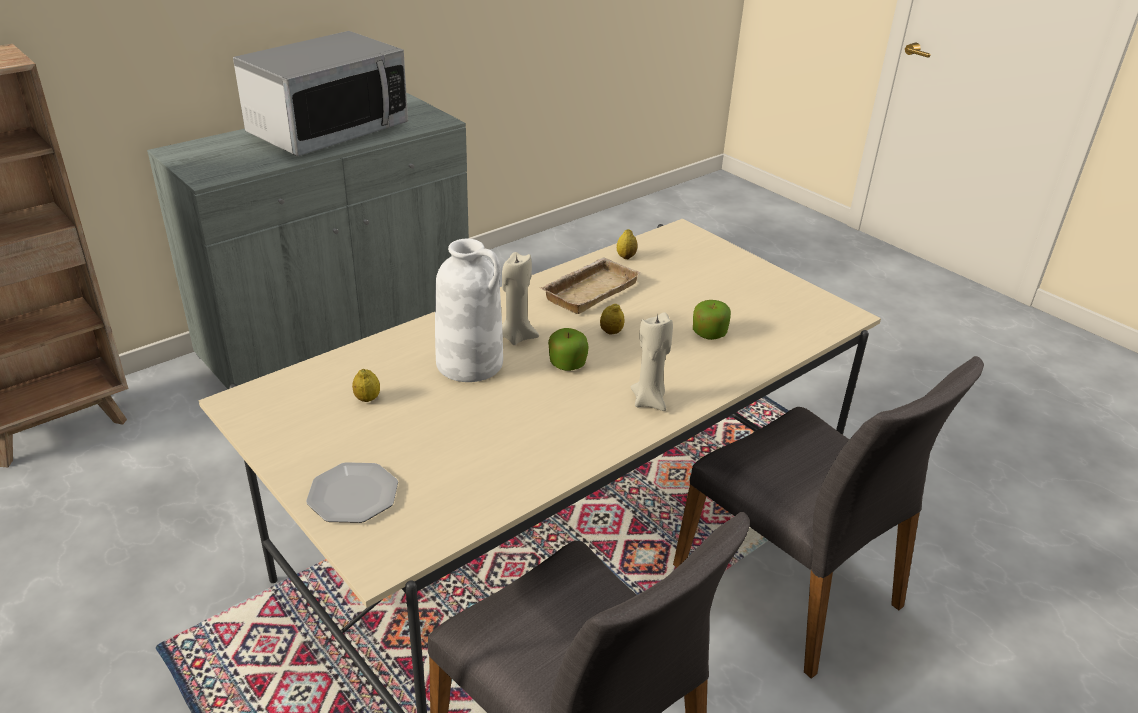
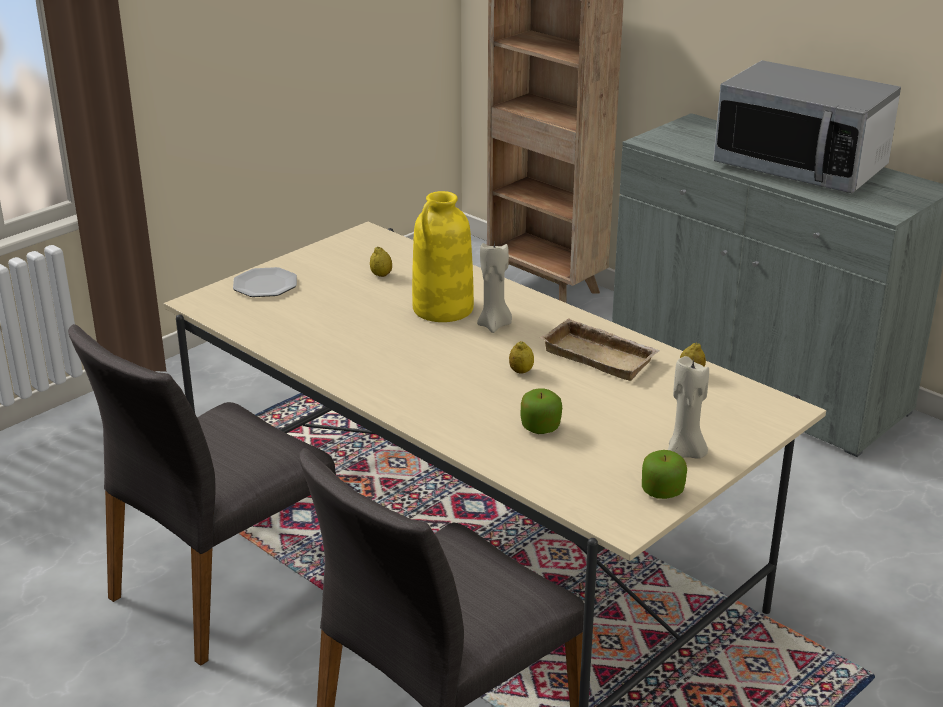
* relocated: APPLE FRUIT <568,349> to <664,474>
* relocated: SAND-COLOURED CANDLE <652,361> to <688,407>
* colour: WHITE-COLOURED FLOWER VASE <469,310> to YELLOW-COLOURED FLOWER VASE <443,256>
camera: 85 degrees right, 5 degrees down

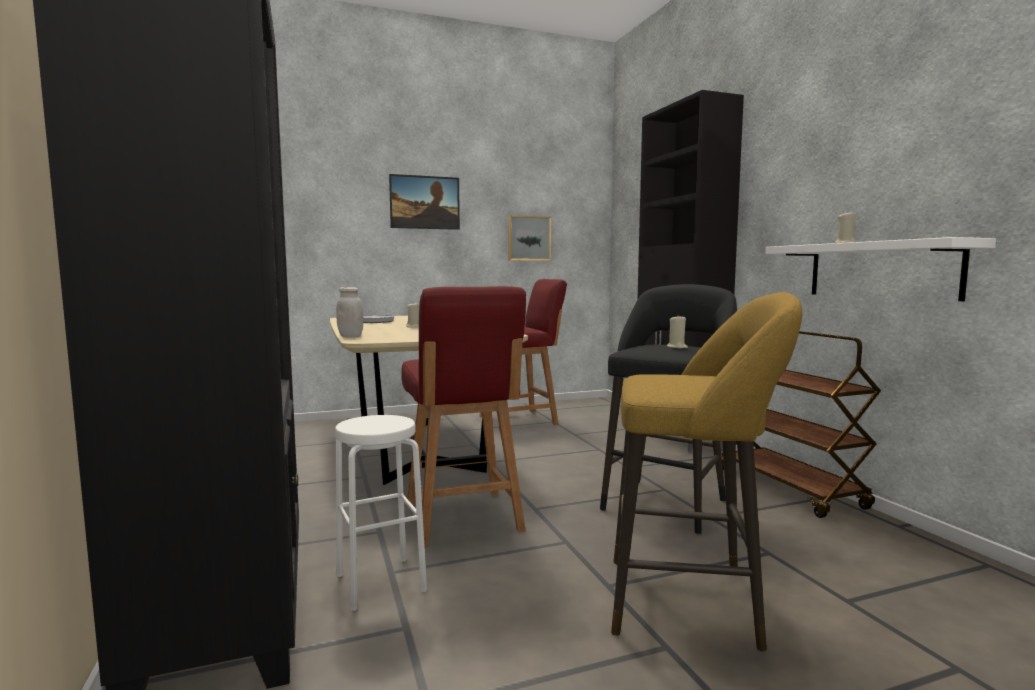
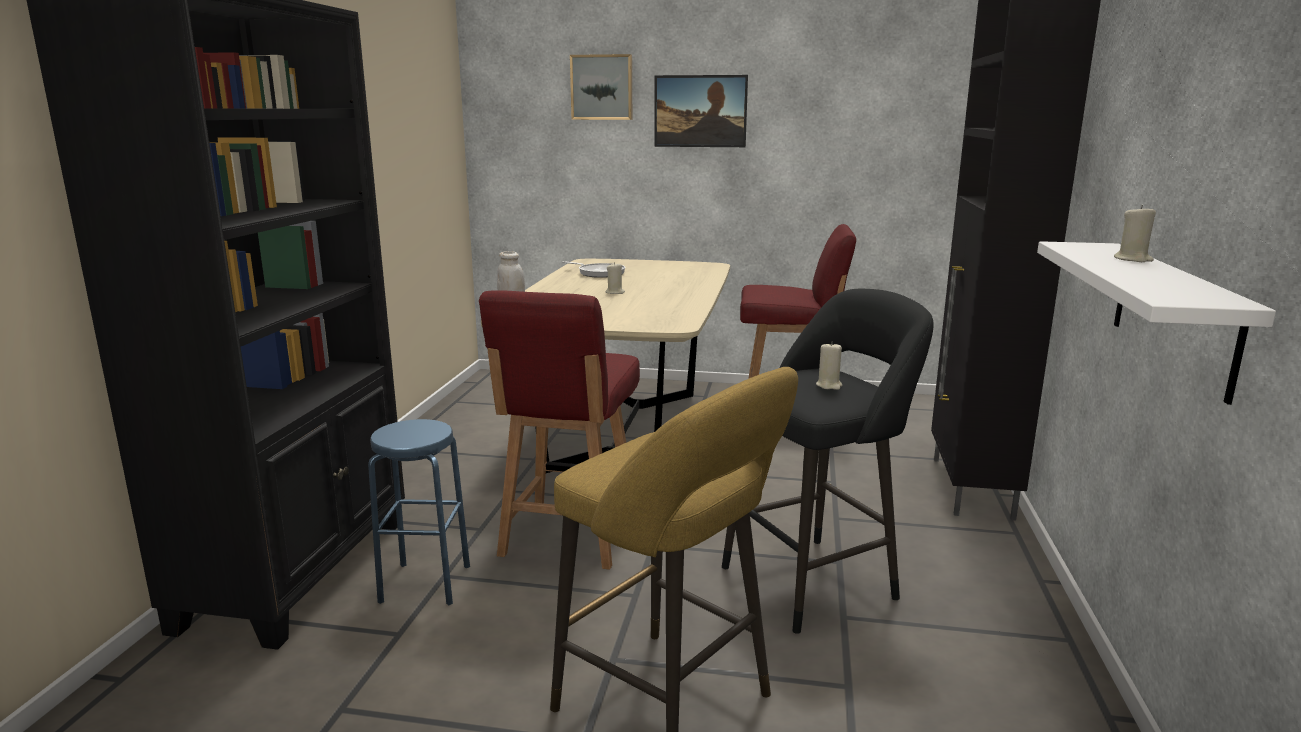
* missing: BROWN-COLOURED WHEELED CART <801,424>
* relocated: WALL PICTURE <529,238> to <601,87>
* colour: WHITE-COLOURED STOOL <381,513> to BLUE-COLOURED STOOL <419,512>
camera: 30 degrees right, 10 degrees up

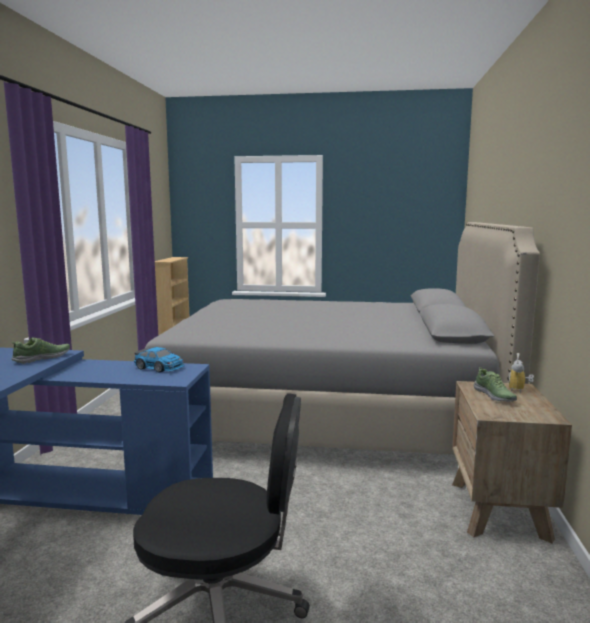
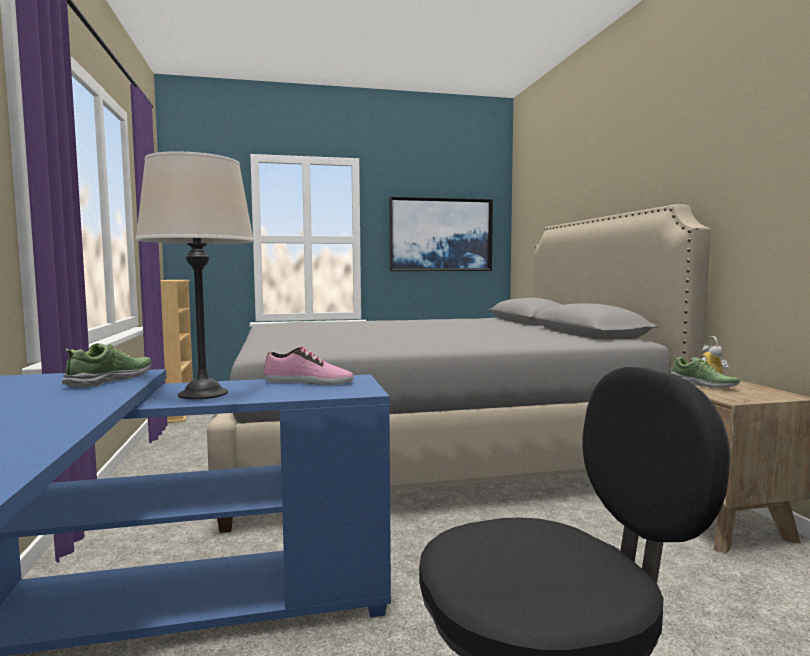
* appeared: SAND-COLOURED TABLETOP LAMP <194,275>
* appeared: WALL PICTURE <441,234>
* exchanged: MODEL CAR <159,360> to LOW SHOE <309,366>
camera: 20 degrees left, 5 degrees down

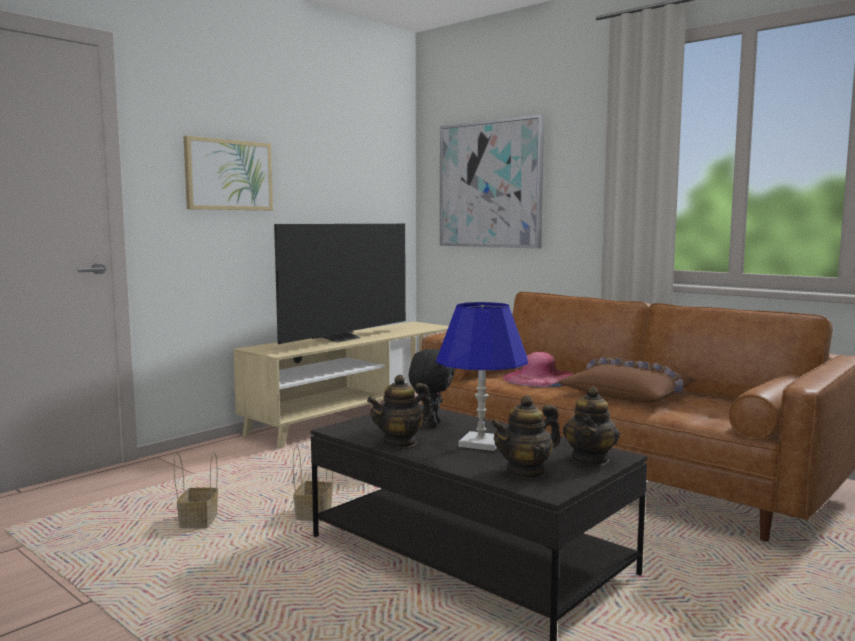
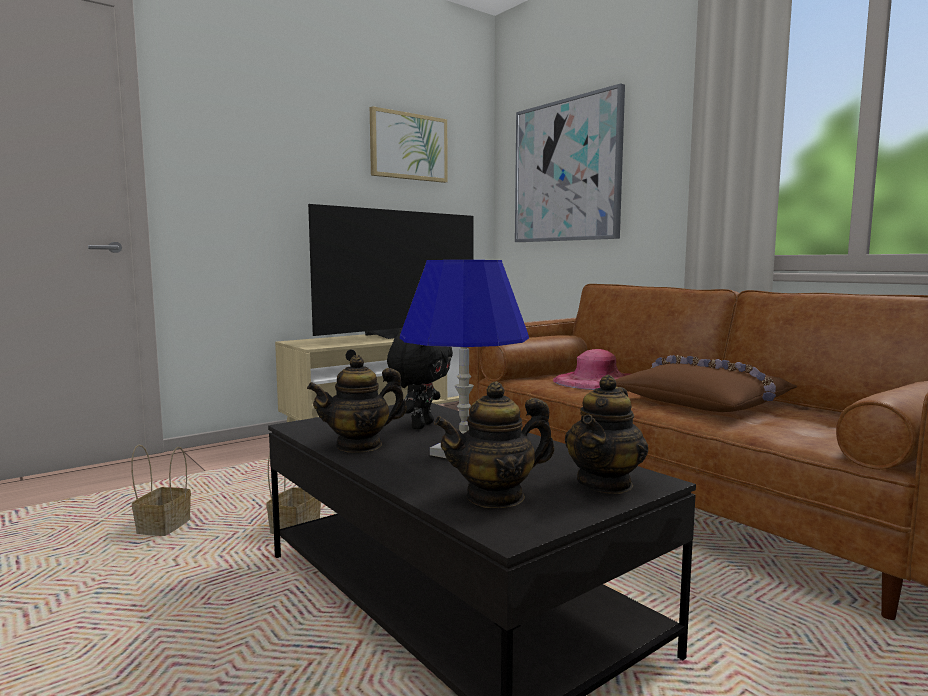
* relocated: WALL PICTURE <228,173> to <409,144>
camera: 10 degrees right, 0 degrees up

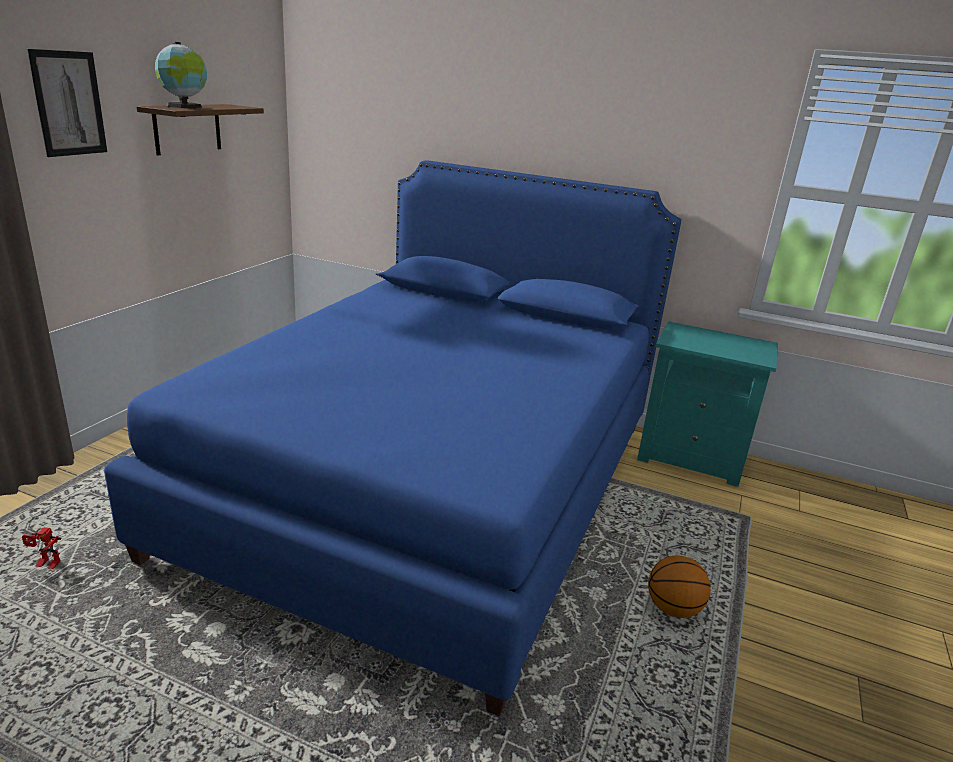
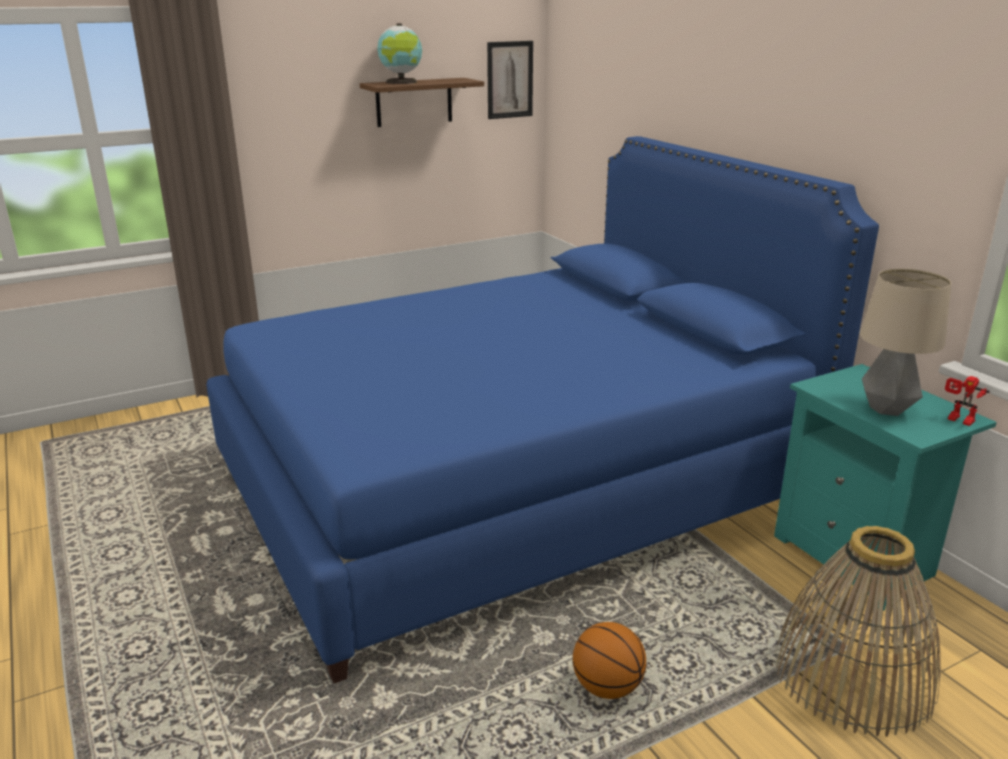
* appeared: BASKET <858,631>
* appeared: TABLETOP LAMP <905,342>
* relocated: TOY ROBOT <41,548> to <967,401>
* relocated: WALL PICTURE <67,103> to <510,80>
camera: 40 degrees right, 0 degrees up

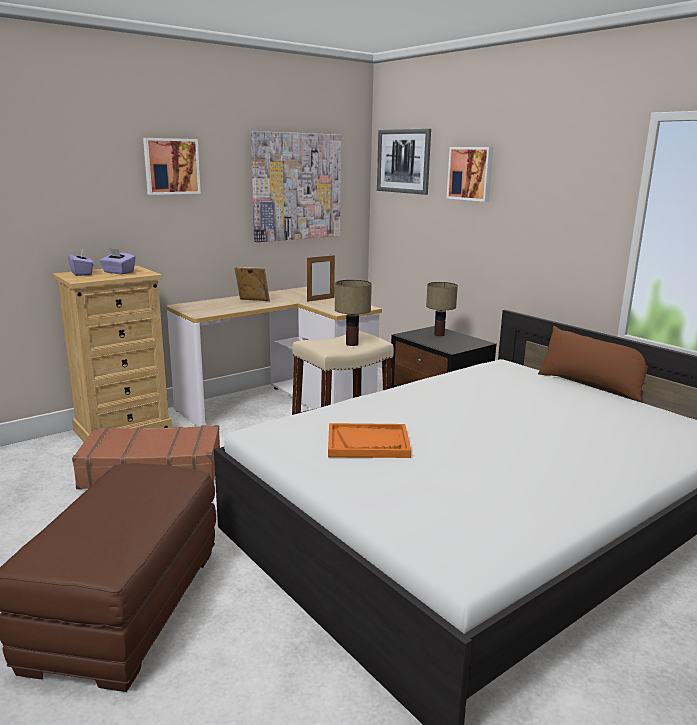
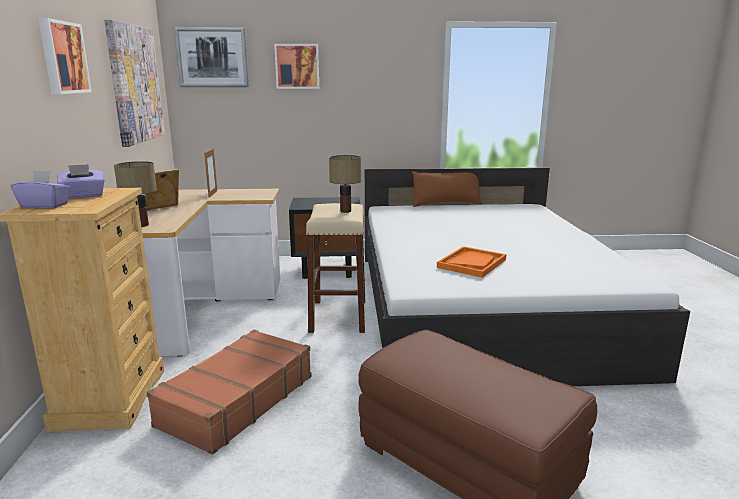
* relocated: TABLETOP LAMP <442,309> to <135,194>
camera: 55 degrees left, 0 degrees up

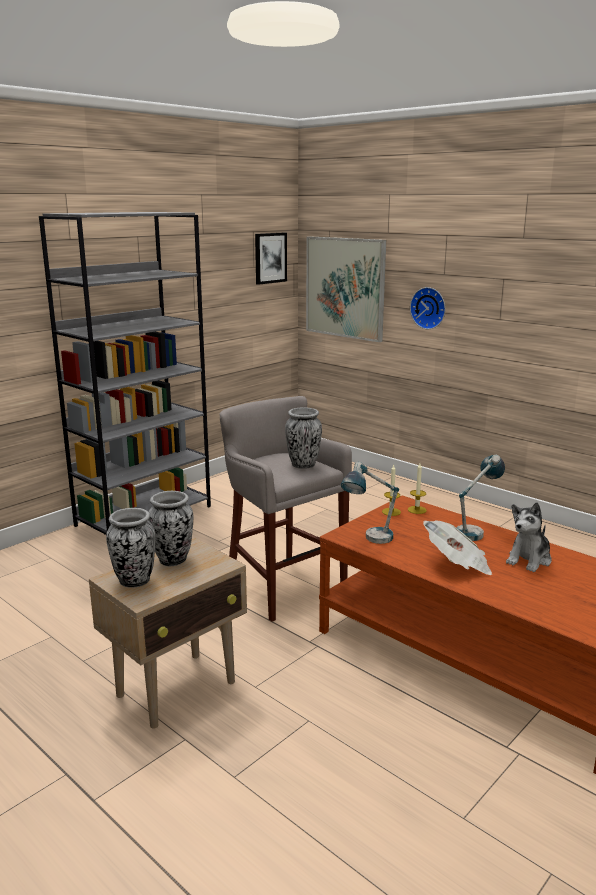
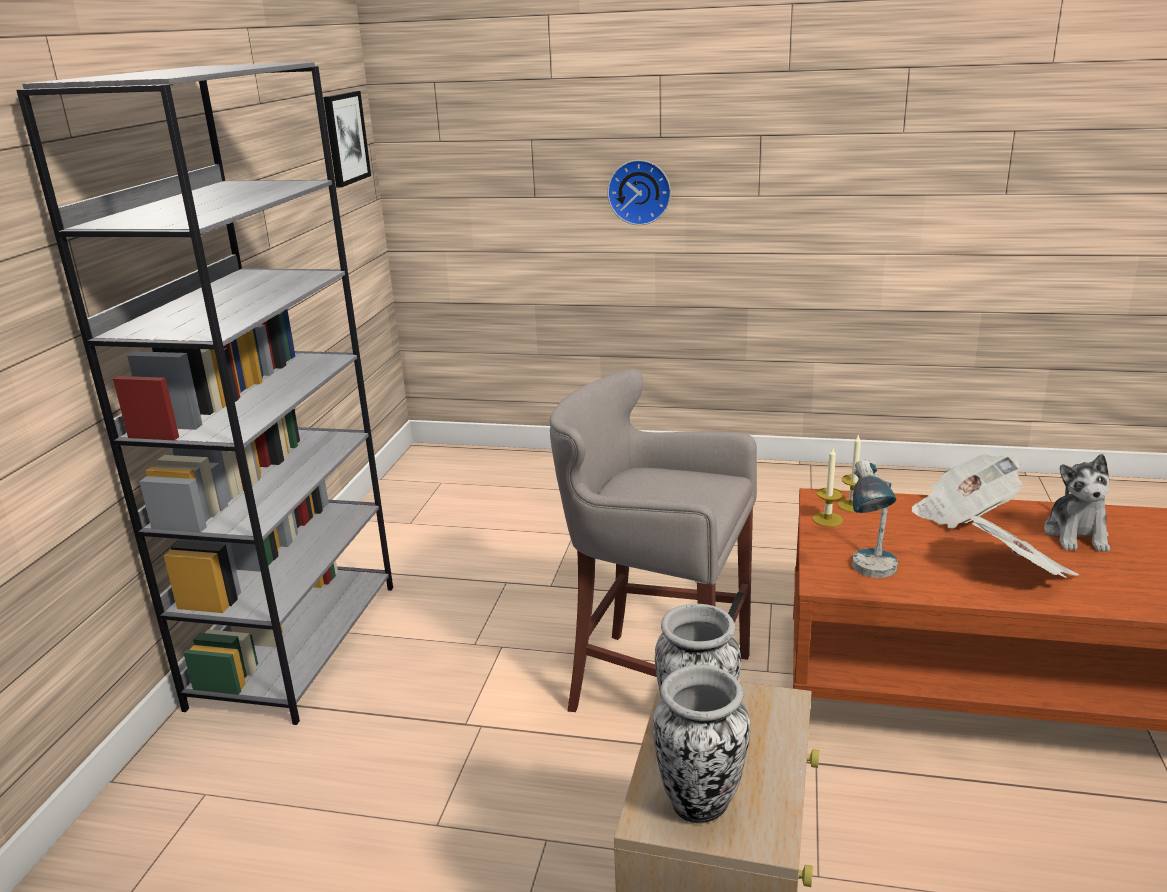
* missing: FLOWER VASE <303,438>
* missing: WALL PICTURE <346,289>
* exchanged: TABLETOP LAMP <481,498> to NEWSPAPER <967,491>
camera: 30 degrees left, 5 degrees up

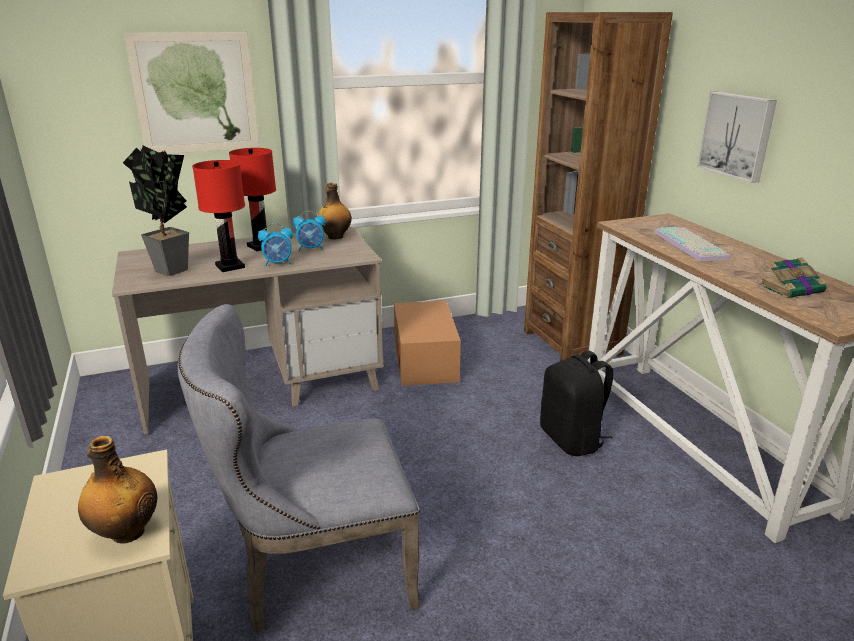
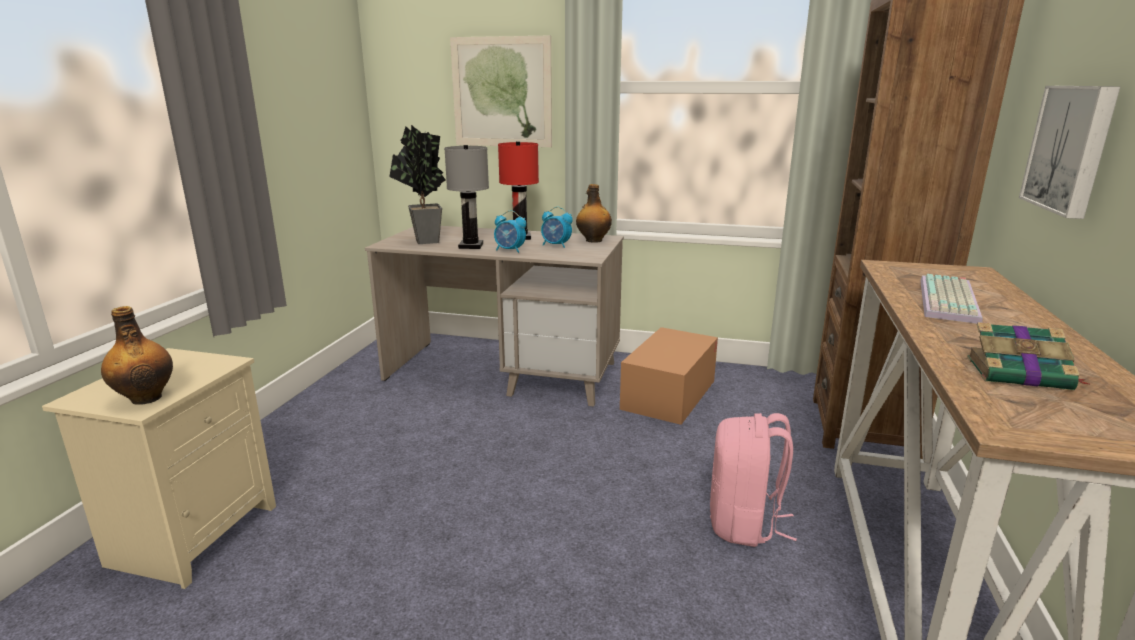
* missing: GREYISH UPRIGHT CHAIR <299,469>
* colour: REDDISH TABLETOP LAMP <218,216> to GREYISH TABLETOP LAMP <466,197>
* colour: BLACK BACKPACK <577,403> to PINKISH BACKPACK <753,480>
camera: 35 degrees right, 5 degrees down

